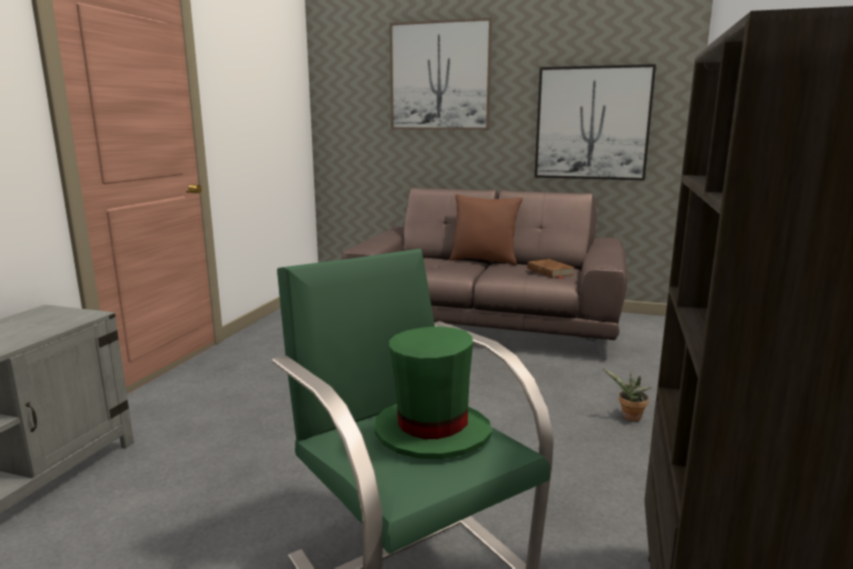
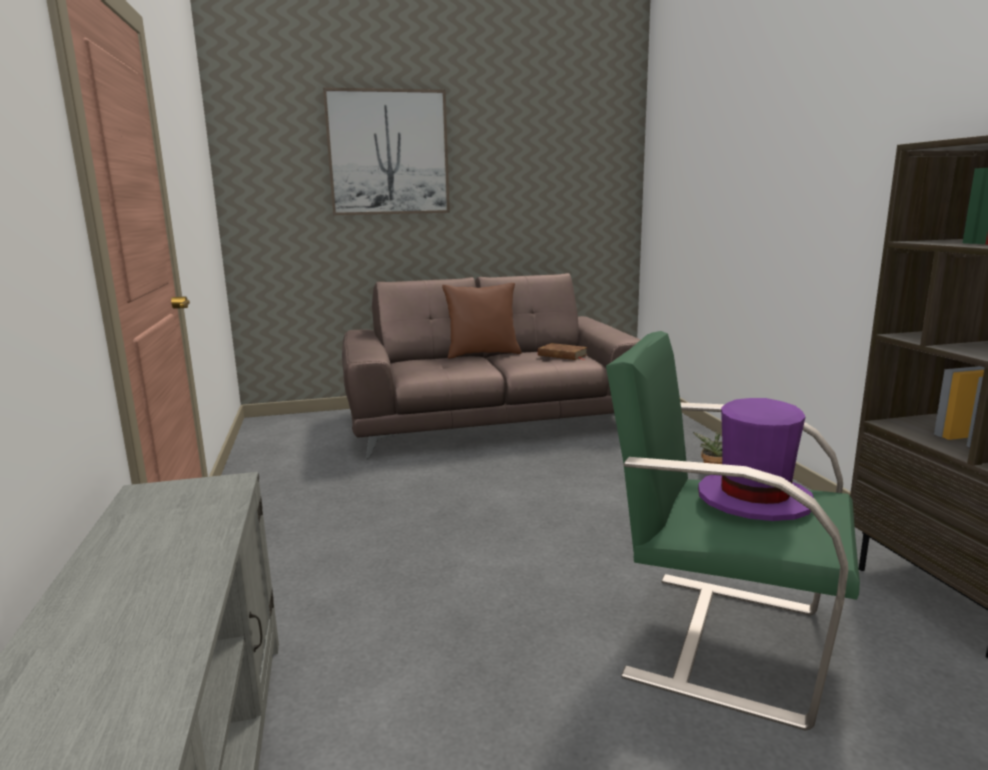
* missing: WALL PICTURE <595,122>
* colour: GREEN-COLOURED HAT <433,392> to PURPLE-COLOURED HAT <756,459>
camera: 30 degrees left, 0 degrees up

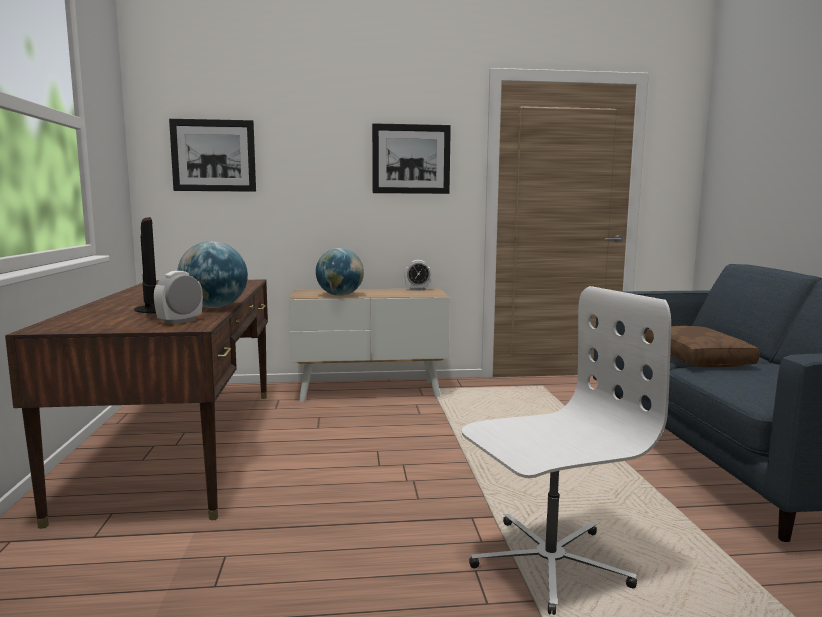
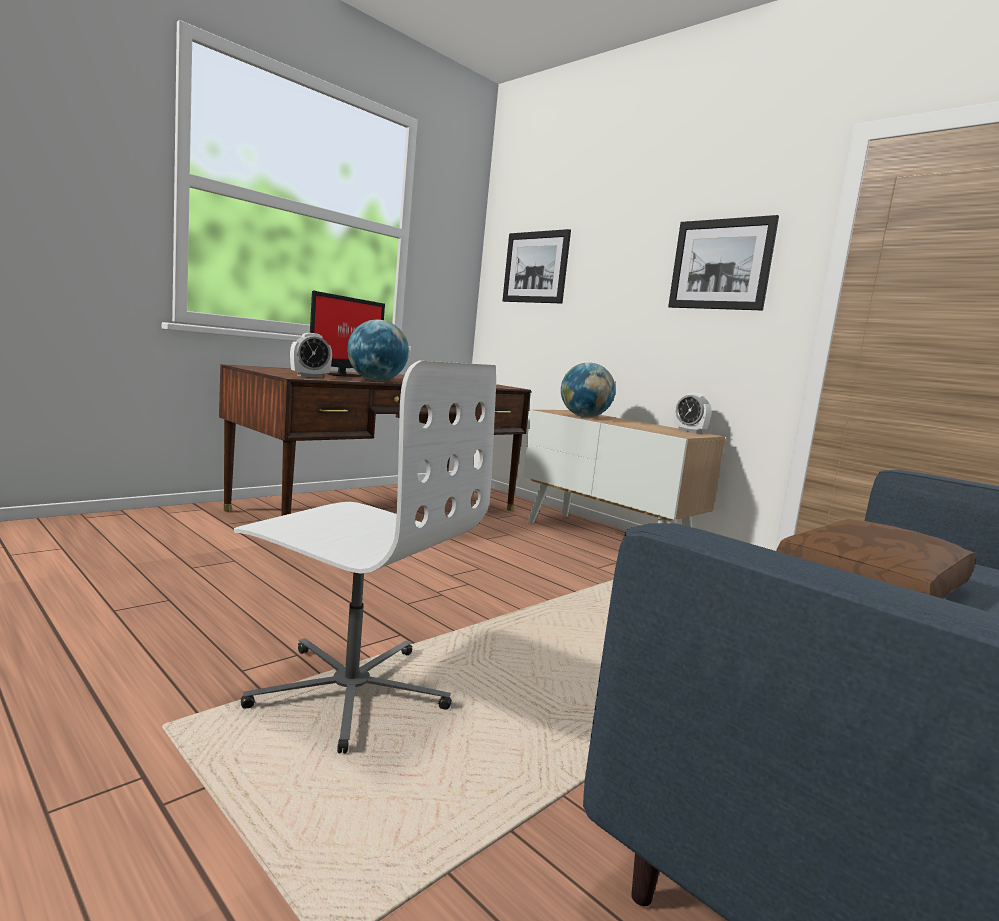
* spun: TABLE CLOCK <178,298> = <311,355> 150 degrees clockwise
camera: 50 degrees right, 0 degrees up

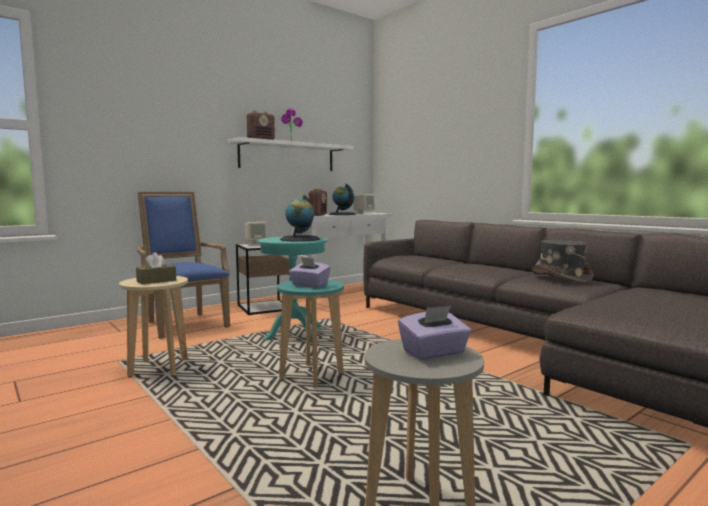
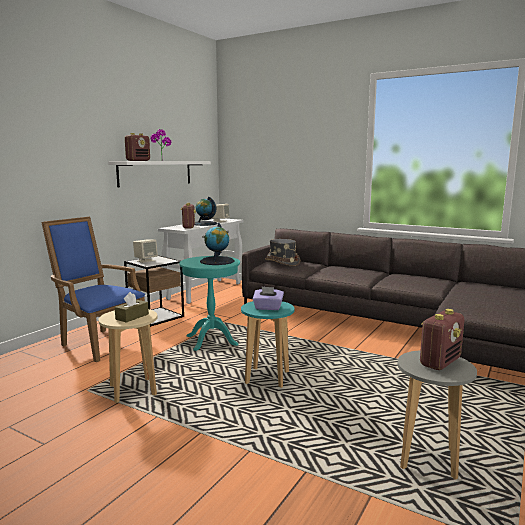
* relocated: GREYISH HAT <562,261> to <282,252>
* exchanged: PURPLE-COLOURED TISSUE BOX <434,333> to RADIO <442,339>
camera: 20 degrees left, 5 degrees up

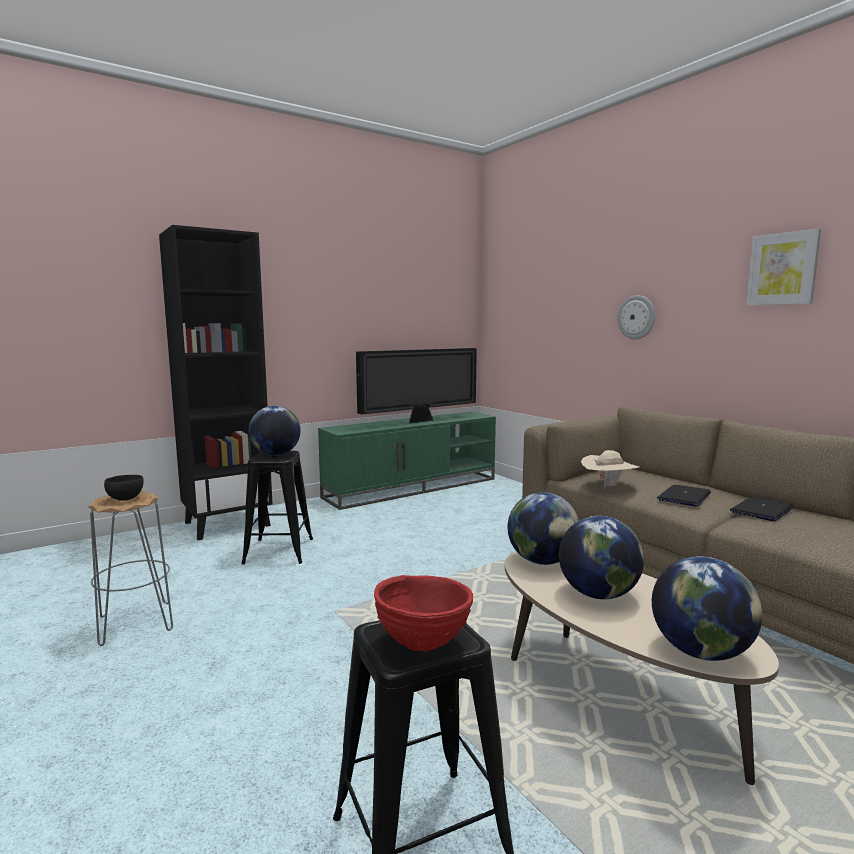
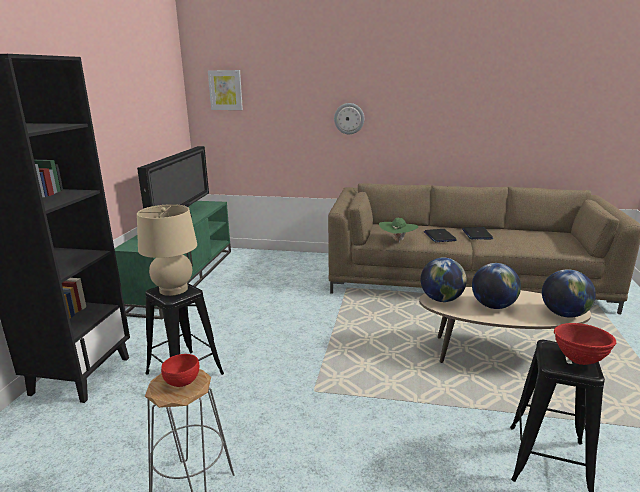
* relocated: WALL PICTURE <783,266> to <225,90>
* exchanged: DESK GLOBE <275,431> to SAND-COLOURED TABLETOP LAMP <167,250>
* colour: BLACK BOWL <124,488> to REDDISH BOWL <180,370>
* colour: SAND-COLOURED HAT <610,469> to GREEN-COLOURED HAT <398,230>
camera: 45 degrees left, 10 degrees up

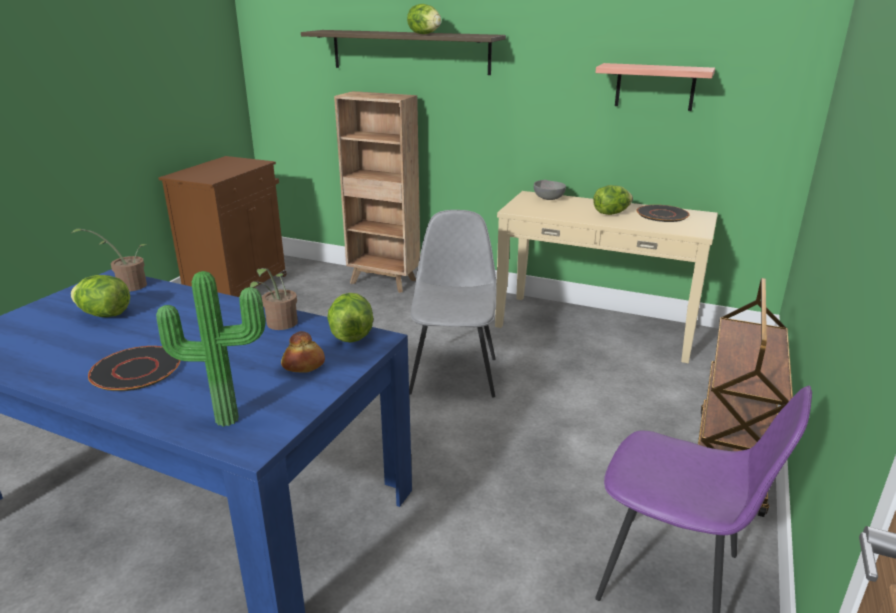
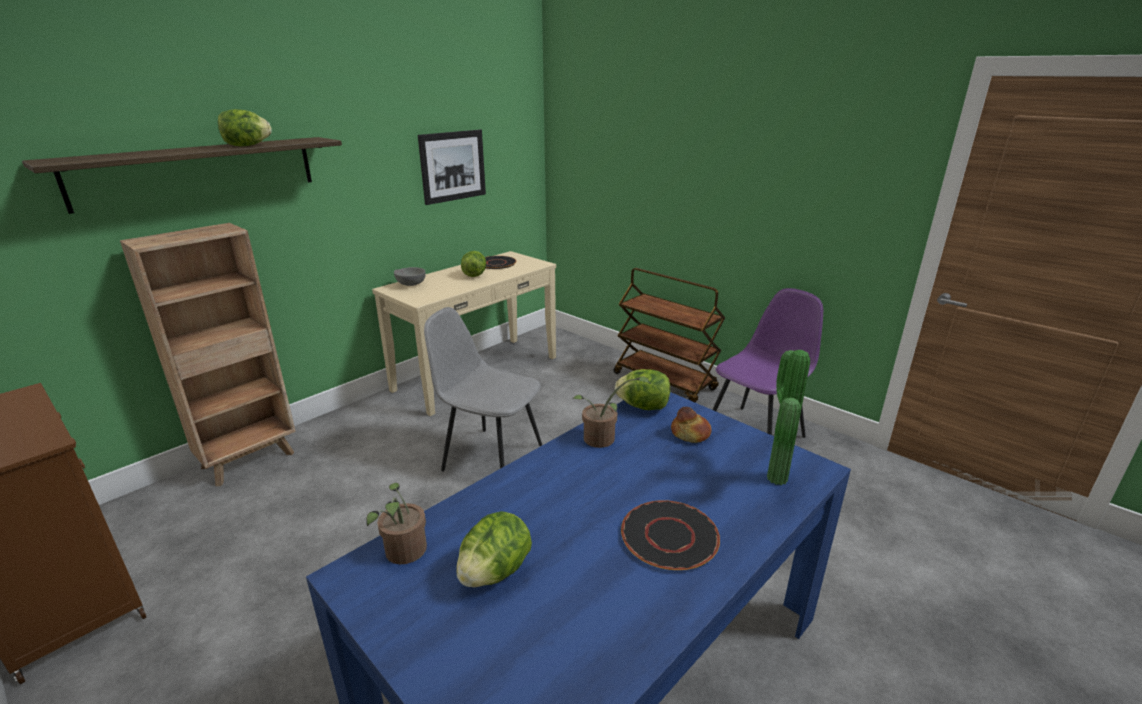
* exchanged: WALL SHELF <655,87> to WALL PICTURE <452,167>
camera: 70 degrees left, 0 degrees up

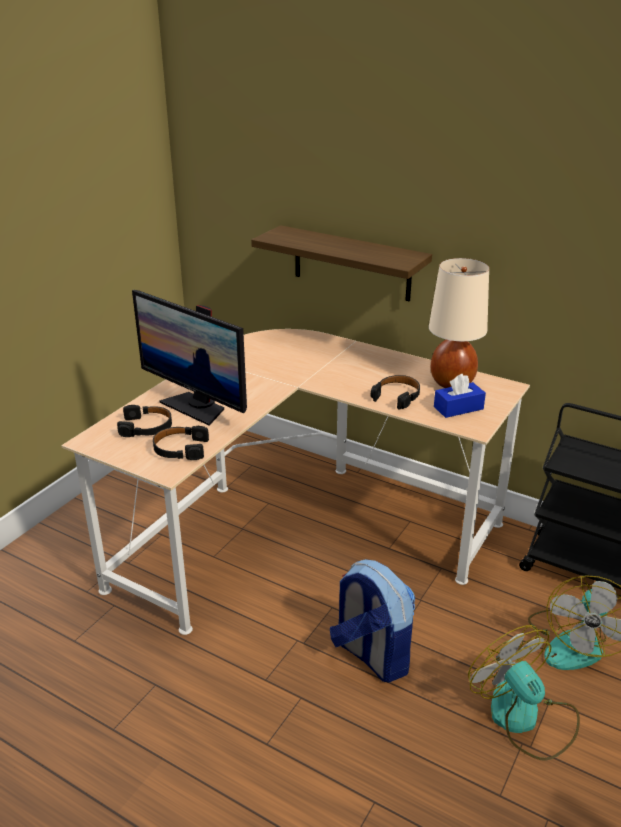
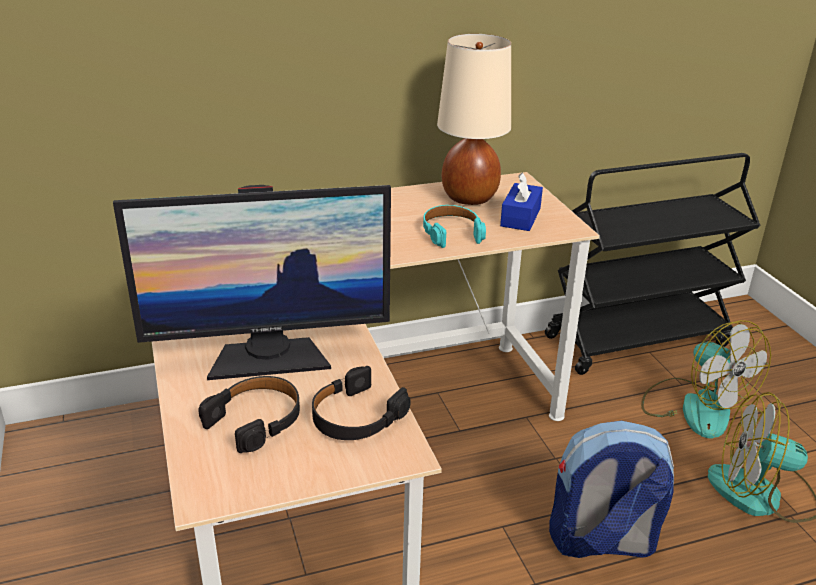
* missing: WALL SHELF <341,263>
* colour: BLACK HEADSET <395,392> to BLUE-GREEN HEADSET <454,226>
camera: 50 degrees left, 0 degrees up

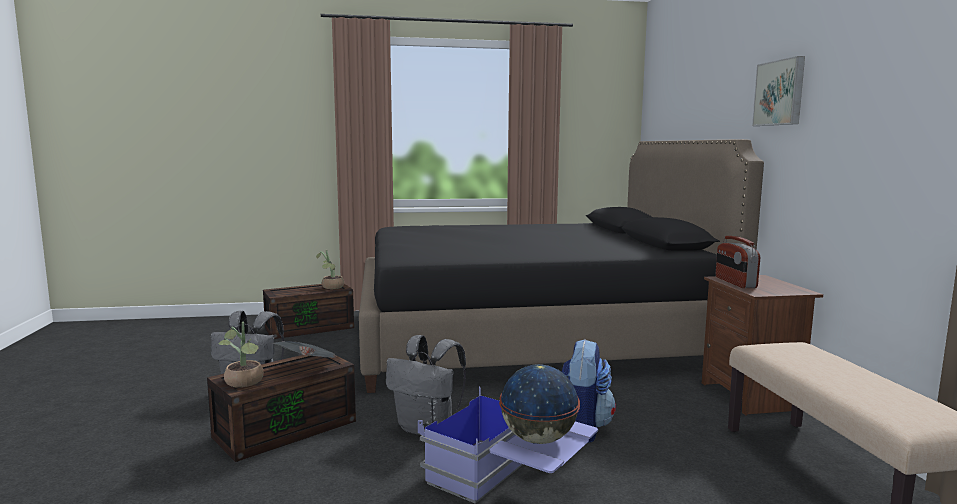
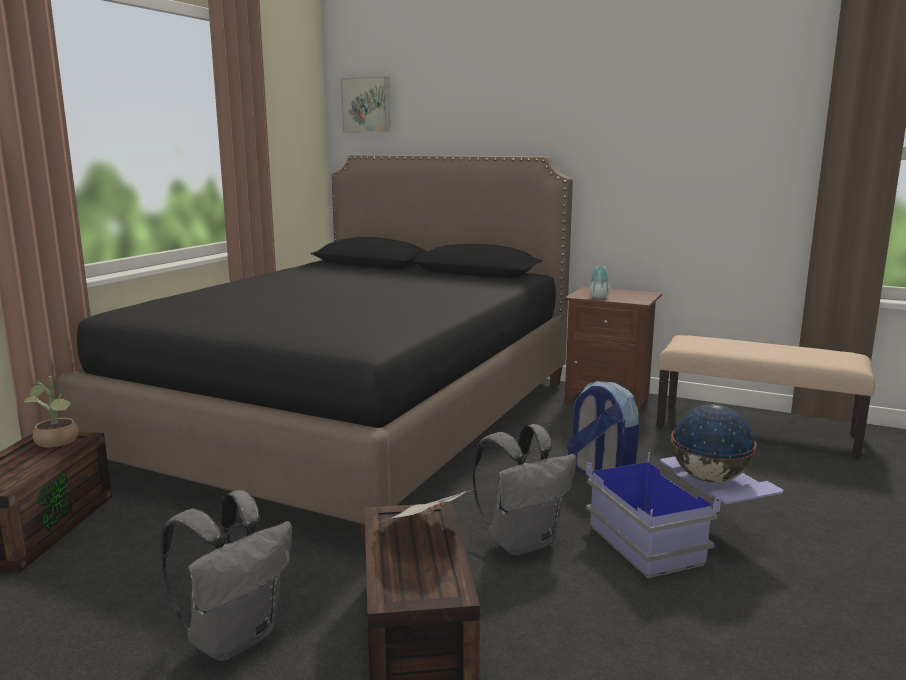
* missing: HOUSEPLANT <241,354>
* relocated: WALL PICTURE <778,91> to <365,104>
* exchanged: RADIO <738,262> to FLOWER VASE <599,282>
camera: 55 degrees left, 5 degrees up

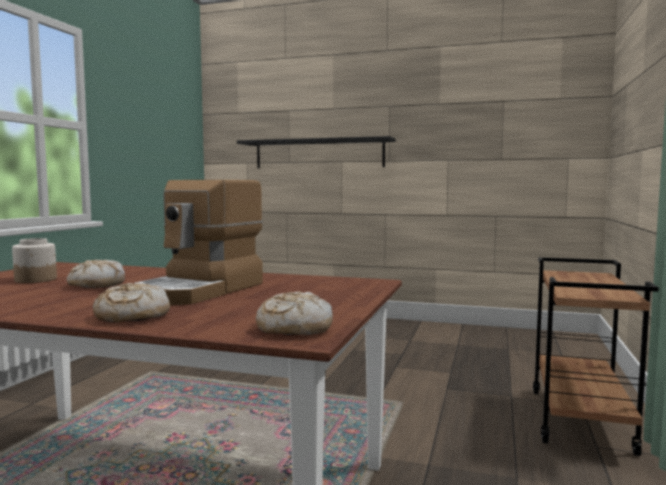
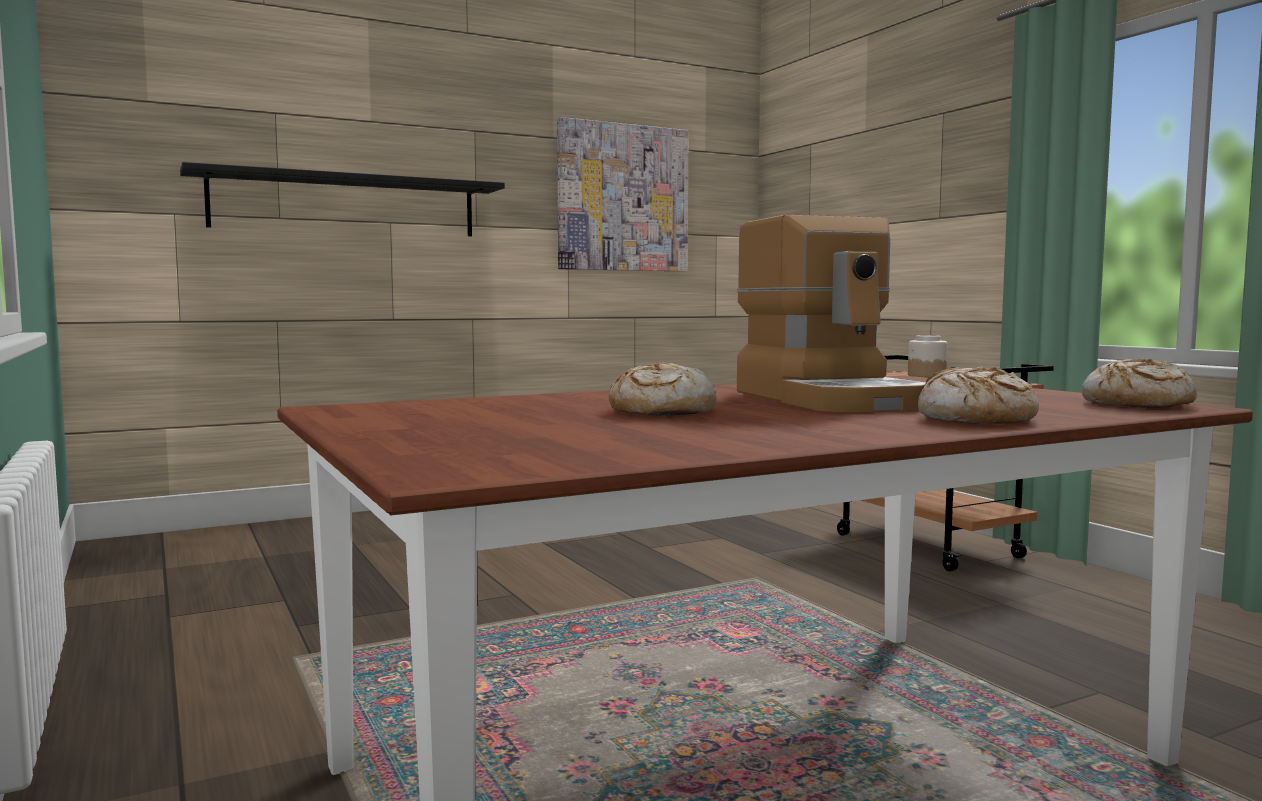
* appeared: WALL PICTURE <623,194>
* relocated: PRESERVE JAR <34,260> to <927,356>
camera: 45 degrees left, 0 degrees up

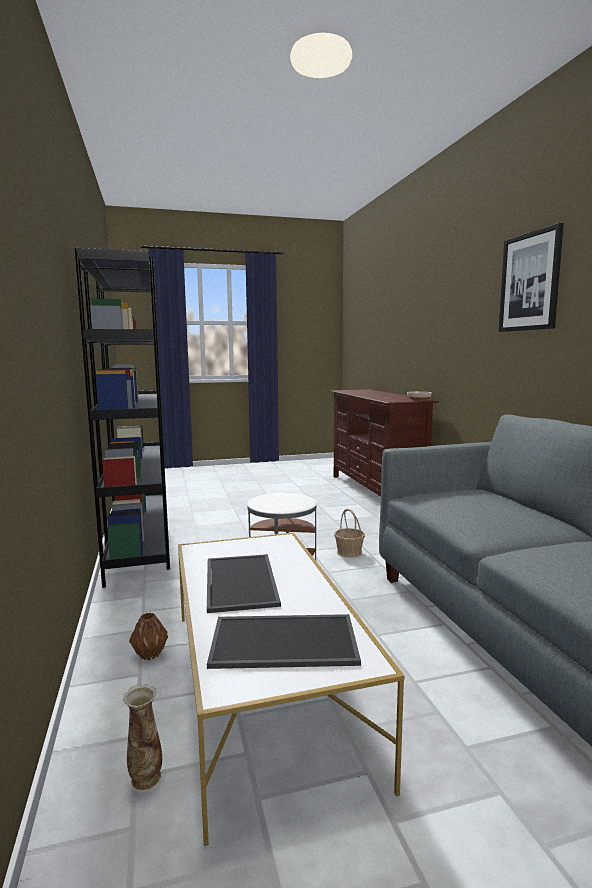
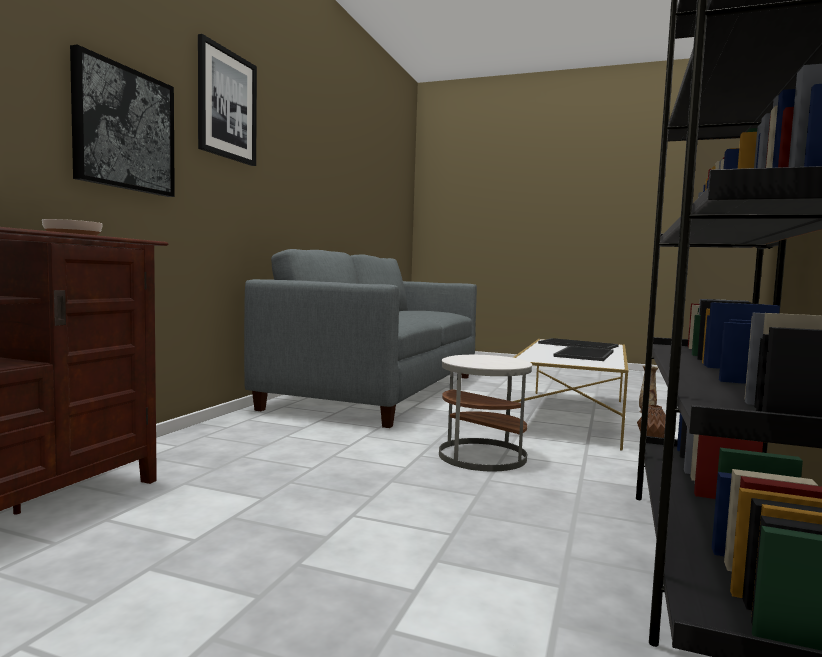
* missing: BASKET <349,533>
* appeared: WALL PICTURE <122,121>
camera: 145 degrees left, 5 degrees down

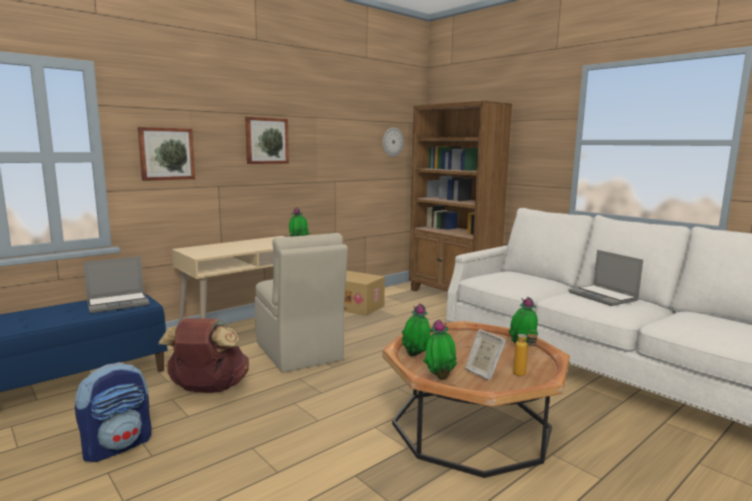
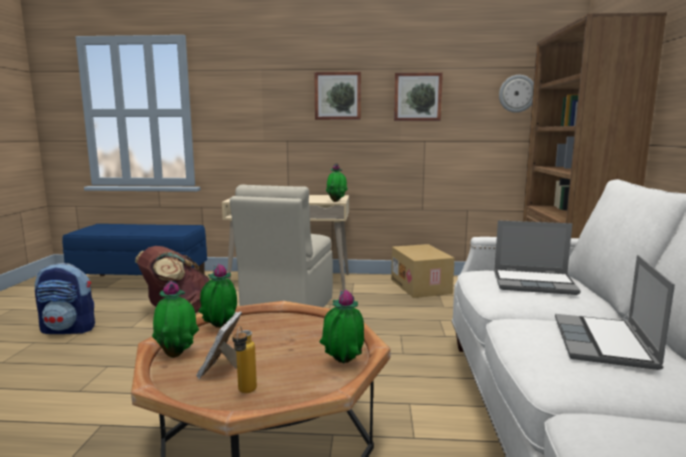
* relocated: PORTABLE COMPUTER <116,284> to <537,257>
* relocated: WALL PICTURE <166,154> to <418,96>
camera: 45 degrees right, 0 degrees up

